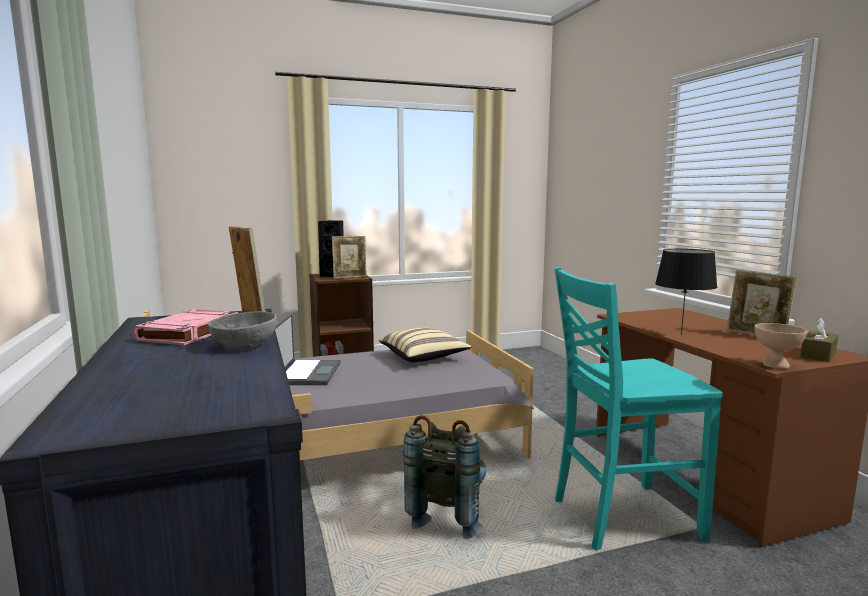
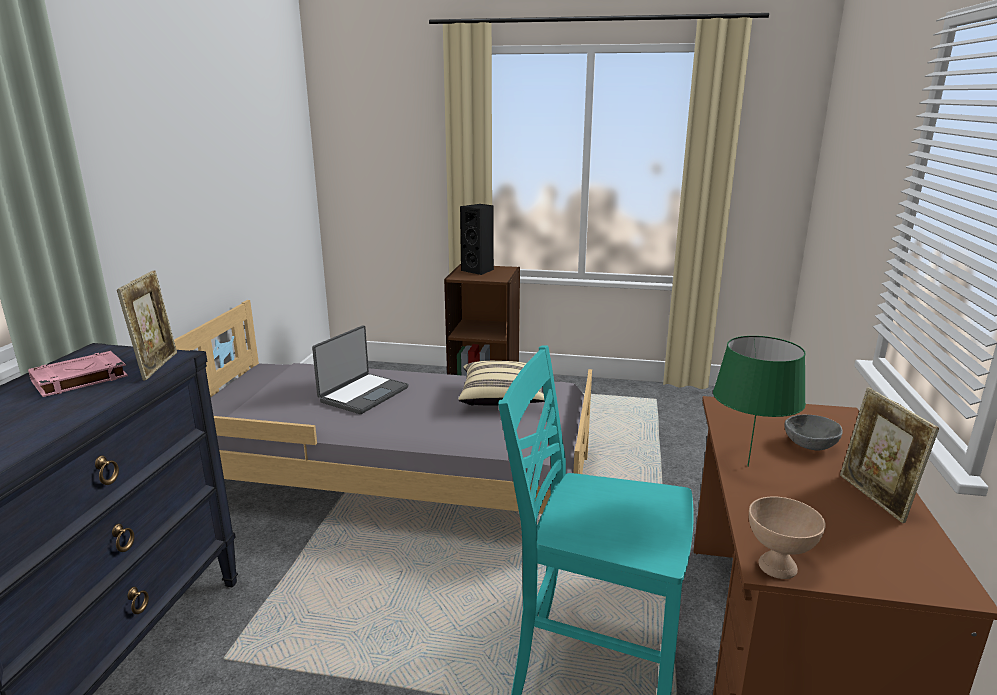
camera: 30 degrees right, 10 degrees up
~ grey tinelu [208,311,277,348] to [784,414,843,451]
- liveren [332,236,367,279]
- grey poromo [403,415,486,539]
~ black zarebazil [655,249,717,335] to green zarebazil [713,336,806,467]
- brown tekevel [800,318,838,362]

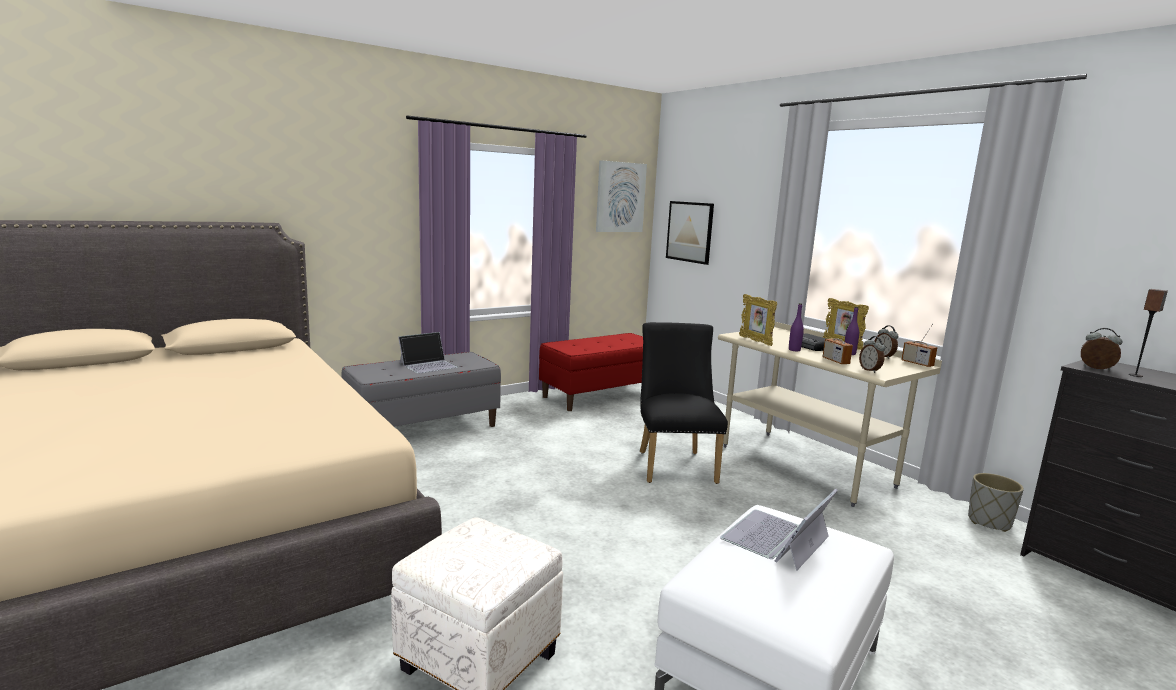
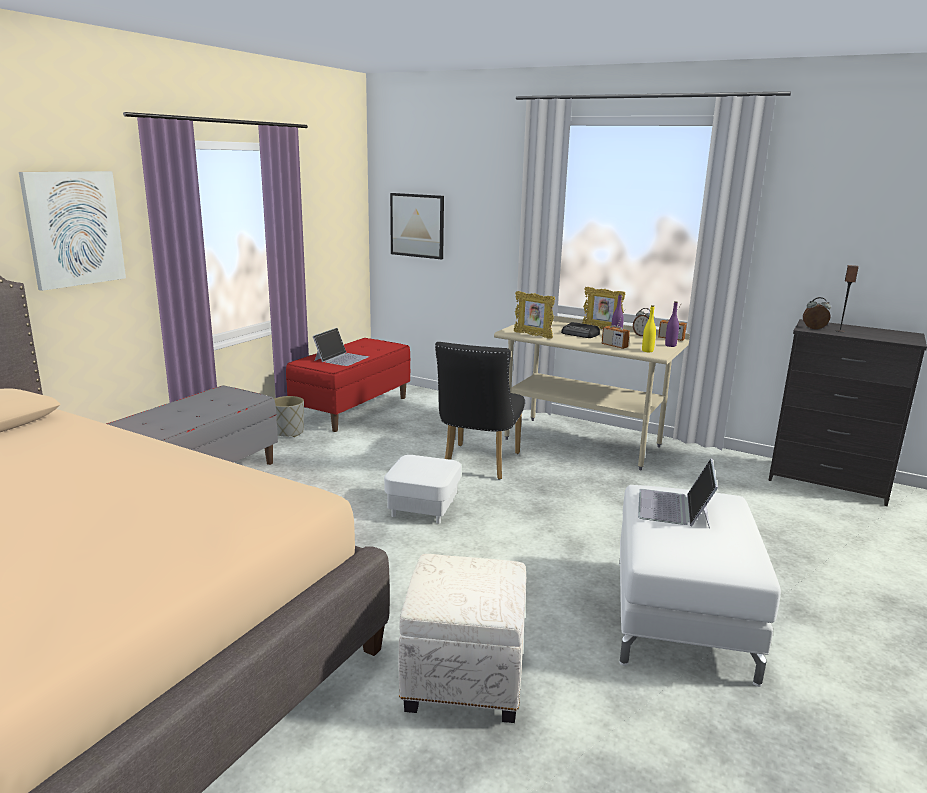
camera: 25 degrees left, 5 degrees up
~ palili [398,332,458,374] to [313,328,369,366]
~ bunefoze [596,160,647,232] to [19,171,126,291]
~ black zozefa [640,322,728,484] = [435,342,525,480] 135 degrees counterclockwise
~ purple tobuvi [789,303,804,351] to [665,301,679,347]
~ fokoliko [859,336,885,373] to yellow tobuvi [642,305,656,352]
~ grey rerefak [968,473,1024,532] to [274,396,304,437]
+ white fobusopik [384,455,461,524]

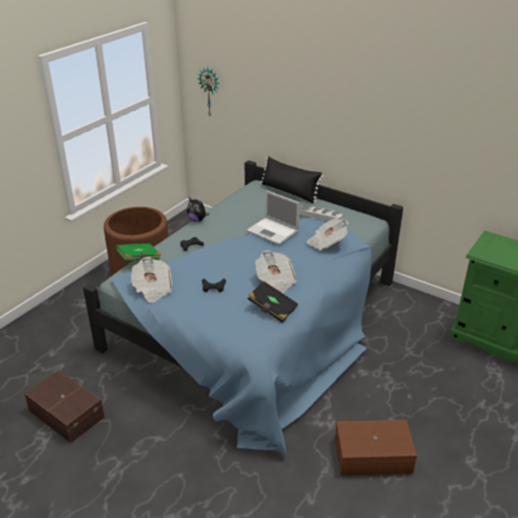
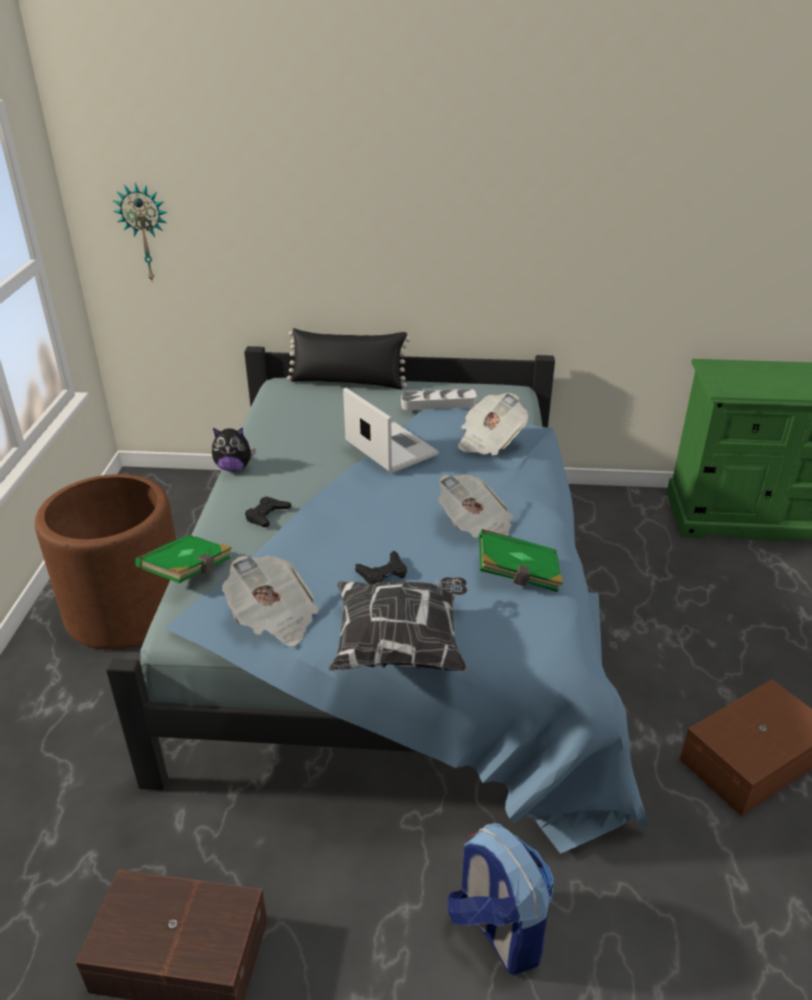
camera: 30 degrees left, 0 degrees up
~ palili [246,190,300,245] = [343,388,439,473] 135 degrees counterclockwise
~ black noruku [248,281,298,323] to green noruku [479,529,563,592]
+ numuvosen [329,577,467,671]
+ poromo [448,823,555,975]

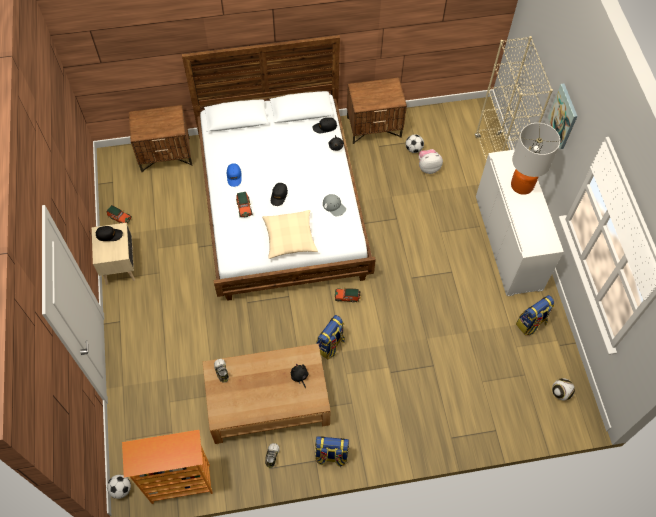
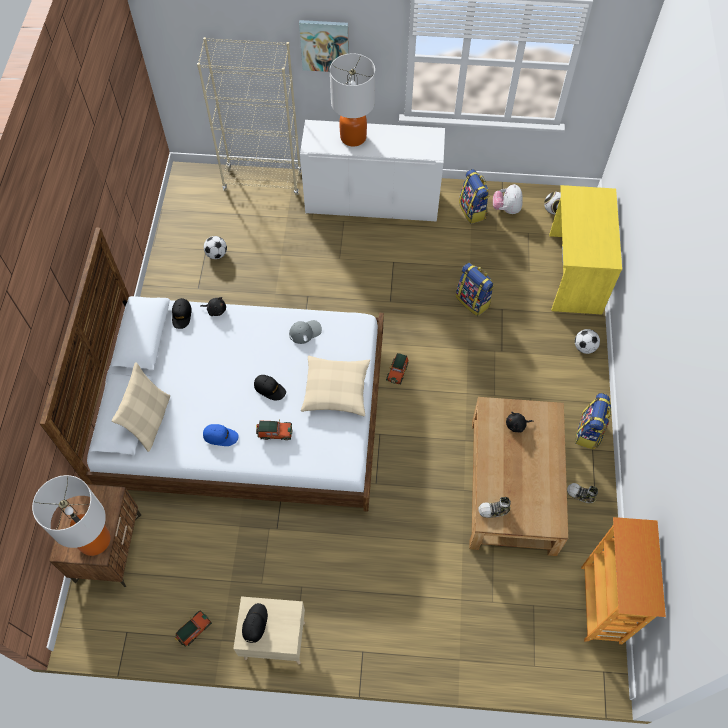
camera: 75 degrees left, 0 degrees up
~ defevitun [107,475,131,499] to [575,329,600,354]
~ poromo [316,315,345,359] to [456,263,494,316]
- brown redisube [347,77,407,144]
~ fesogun [419,149,443,174] to [493,184,523,214]
+ zarebazil [32,475,110,556]
+ beige numuvosen [112,362,170,452]
+ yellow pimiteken [549,185,622,315]

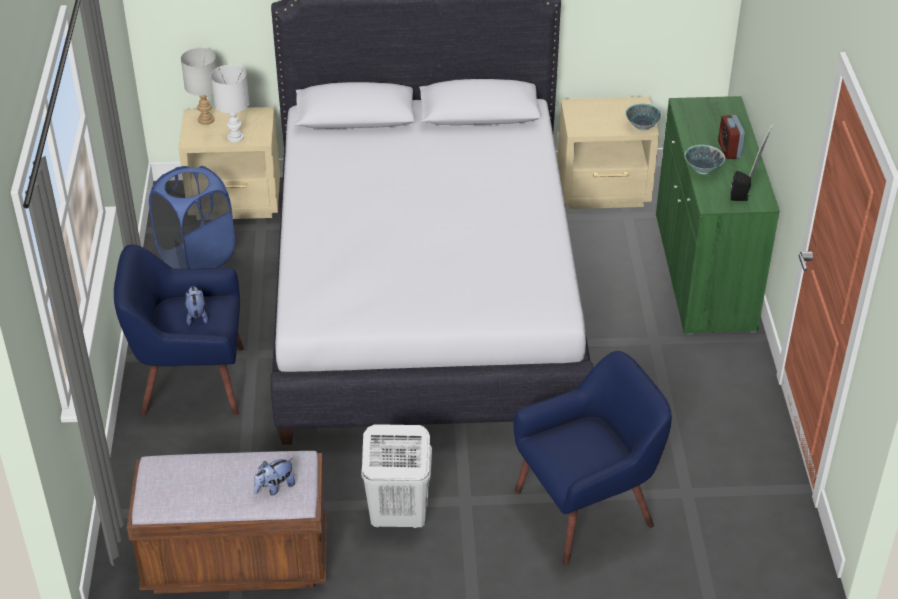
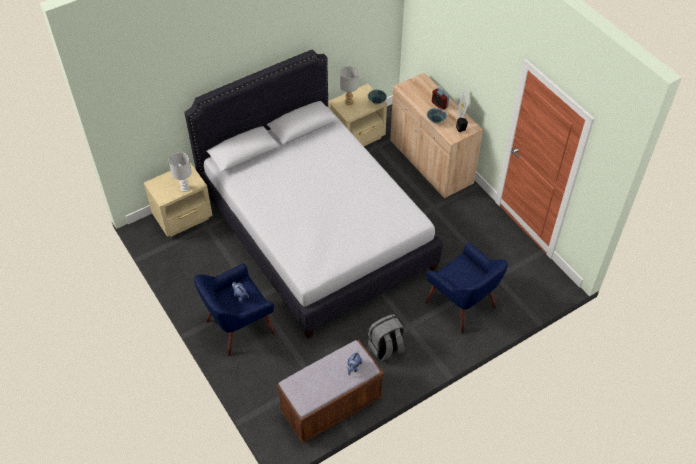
camera: 30 degrees left, 10 degrees up
- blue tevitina [149,166,235,269]
~ grey zarebazil [181,48,217,125] to [340,66,358,105]
~ white tevitina [361,424,432,529] to grey poromo [368,314,405,361]
~ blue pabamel [513,351,672,565] = [425,242,508,334] 105 degrees clockwise
~ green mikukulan [656,96,780,335] to beige mikukulan [390,73,483,198]

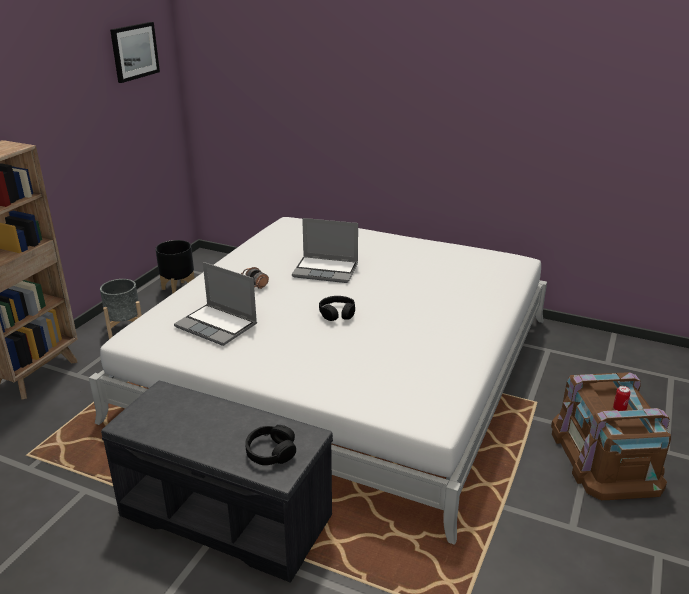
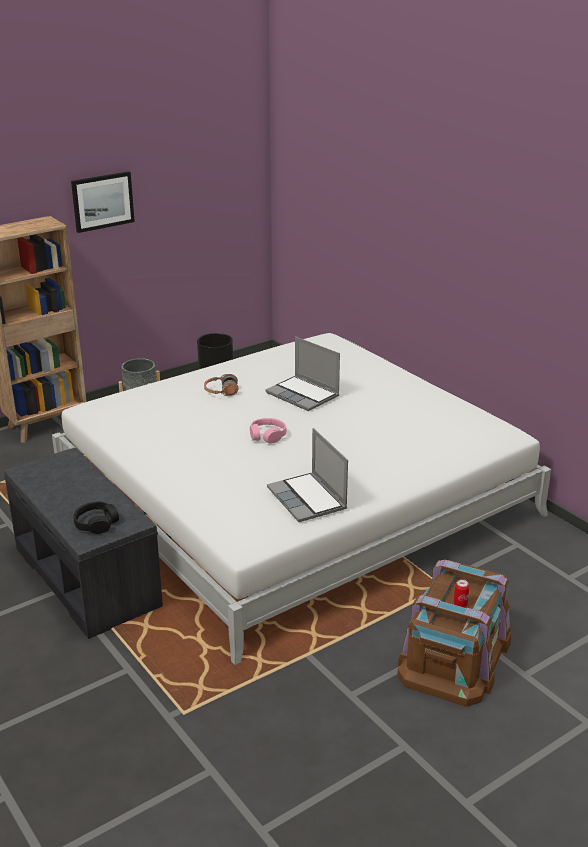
camera: 30 degrees right, 0 degrees up
~ bunefoze [110,22,160,83] to [71,171,135,233]
~ palili [174,262,257,346] to [267,428,348,522]
~ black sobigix [319,296,355,321] to pink sobigix [250,418,287,444]

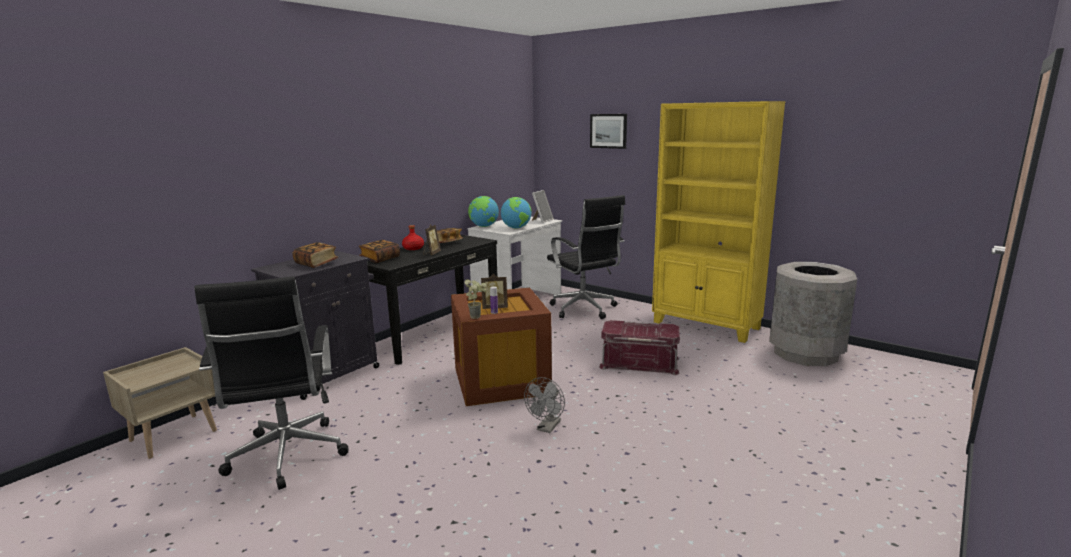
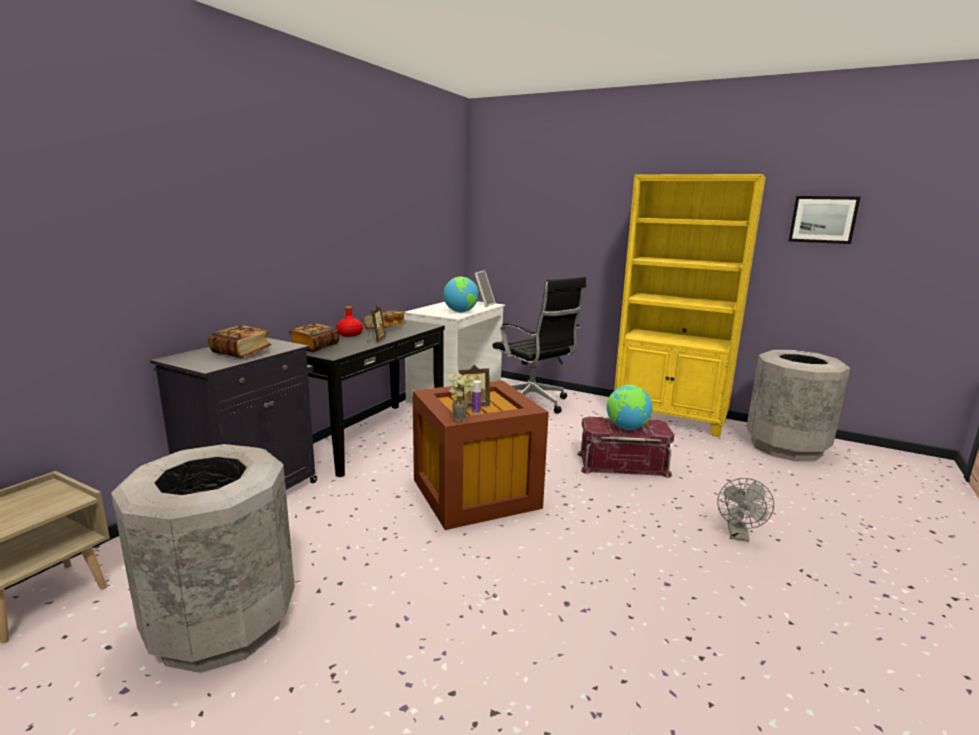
camera: 10 degrees left, 0 degrees up
~ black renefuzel [194,277,348,490] to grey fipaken [111,444,295,673]
~ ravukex [468,196,499,227] to [607,385,652,430]
~ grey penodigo [524,377,565,433] to [717,478,774,542]
~ bunefoze [590,114,627,149] to [789,196,861,244]

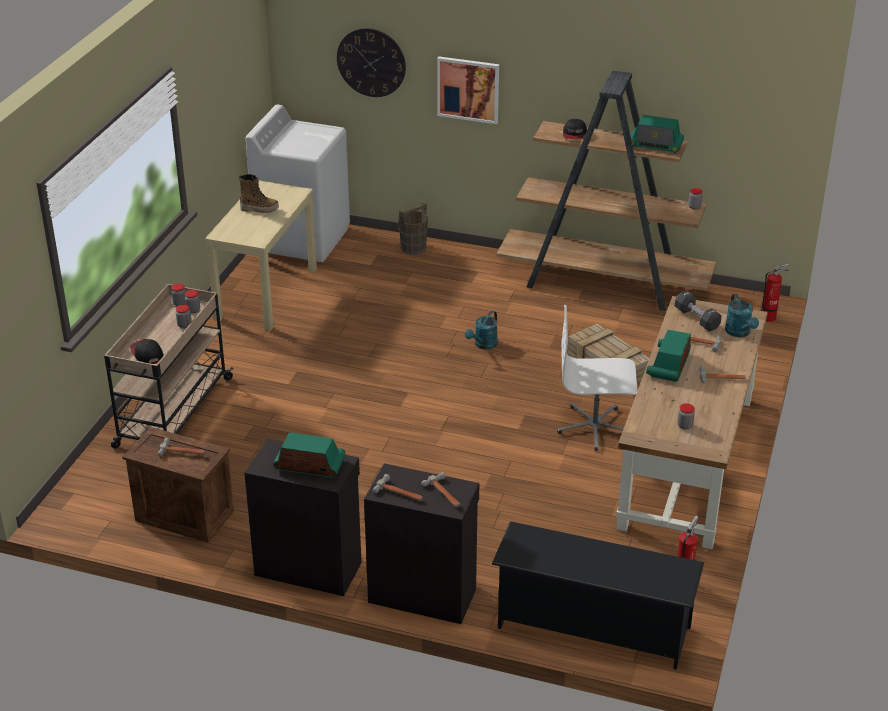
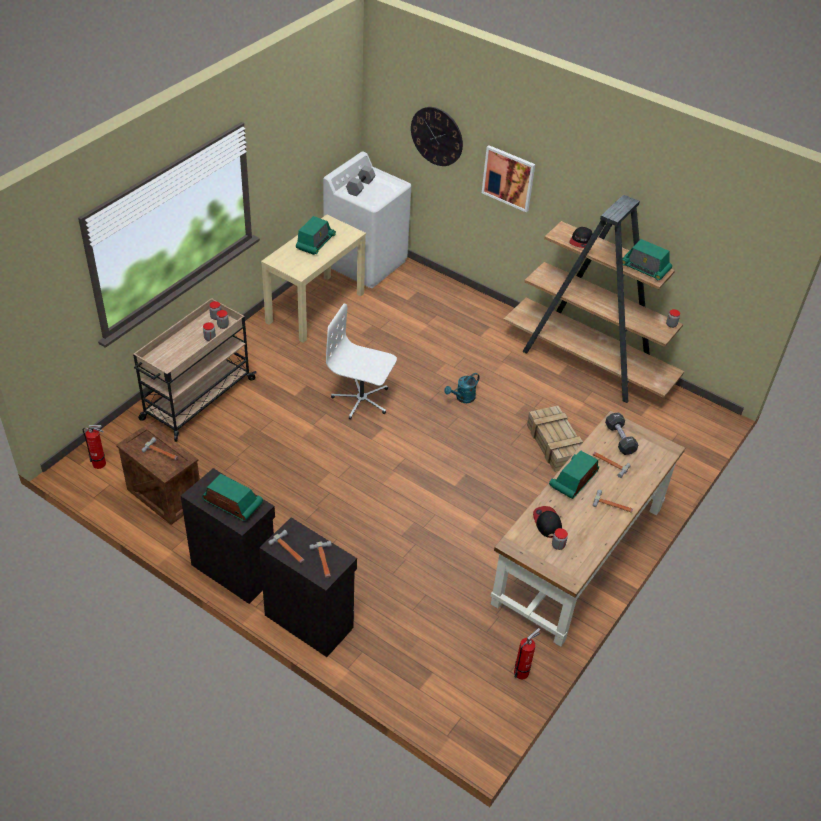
camera: 15 degrees right, 10 degrees up
~ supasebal [130,339,163,364] to [533,506,562,538]
~ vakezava [239,174,279,213] to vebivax [296,216,336,255]
- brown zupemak [398,202,428,255]
- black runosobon [492,521,704,670]
~ white renefuzel [557,305,638,451] to [326,303,397,419]
- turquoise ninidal [725,294,759,337]
~ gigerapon [761,264,789,322] to [83,425,106,469]
+ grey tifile [346,166,376,196]

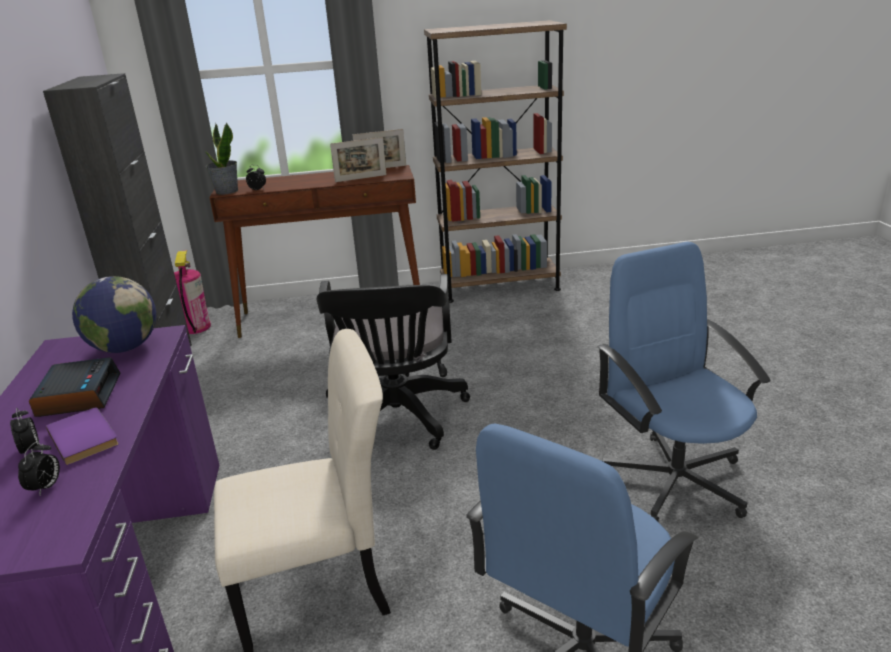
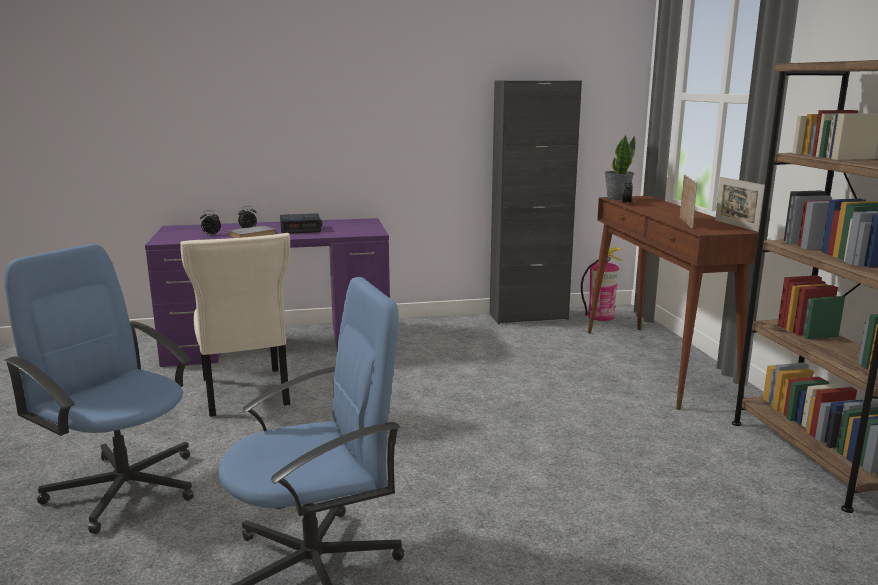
camera: 85 degrees right, 10 degrees down
~ purple noruku [46,407,119,466] to grey noruku [227,225,276,238]
- ravukex [72,276,156,353]
- black renefuzel [317,274,470,450]
~ liveren [330,137,387,182] = [680,174,697,228] 150 degrees counterclockwise

